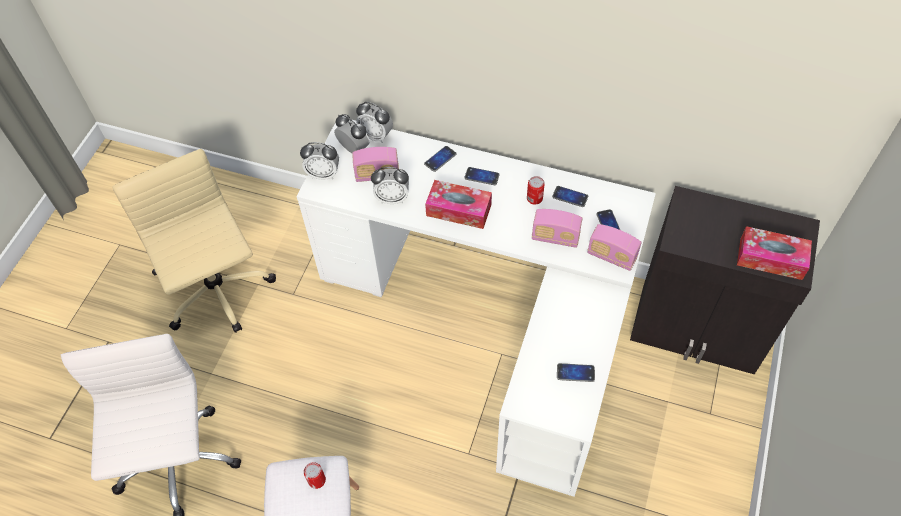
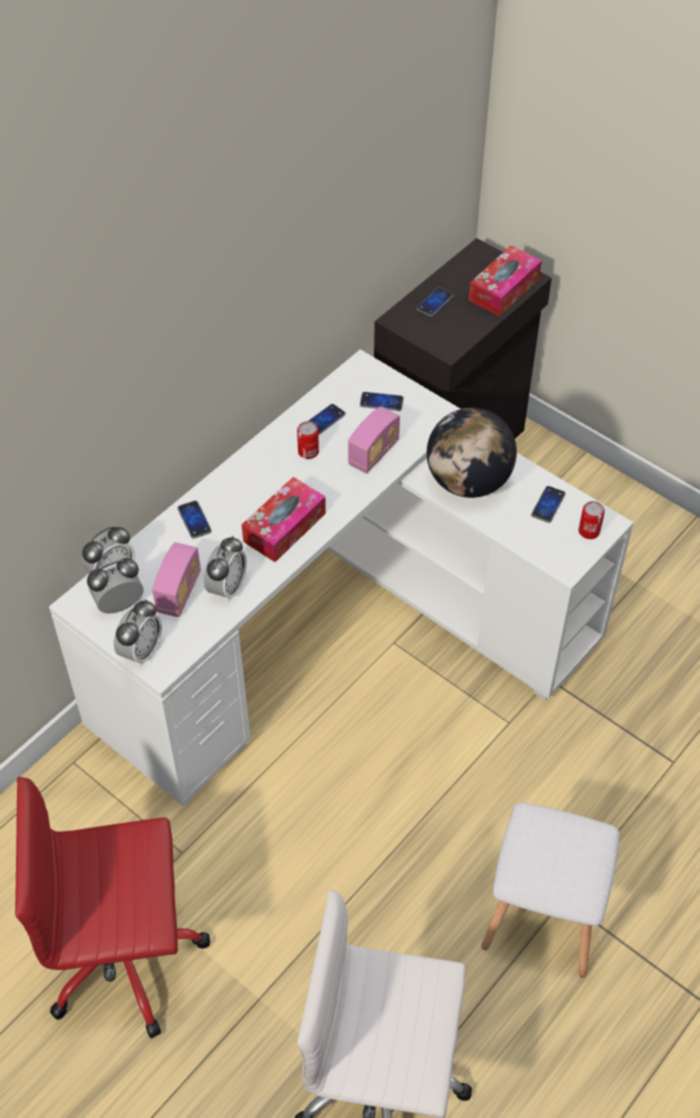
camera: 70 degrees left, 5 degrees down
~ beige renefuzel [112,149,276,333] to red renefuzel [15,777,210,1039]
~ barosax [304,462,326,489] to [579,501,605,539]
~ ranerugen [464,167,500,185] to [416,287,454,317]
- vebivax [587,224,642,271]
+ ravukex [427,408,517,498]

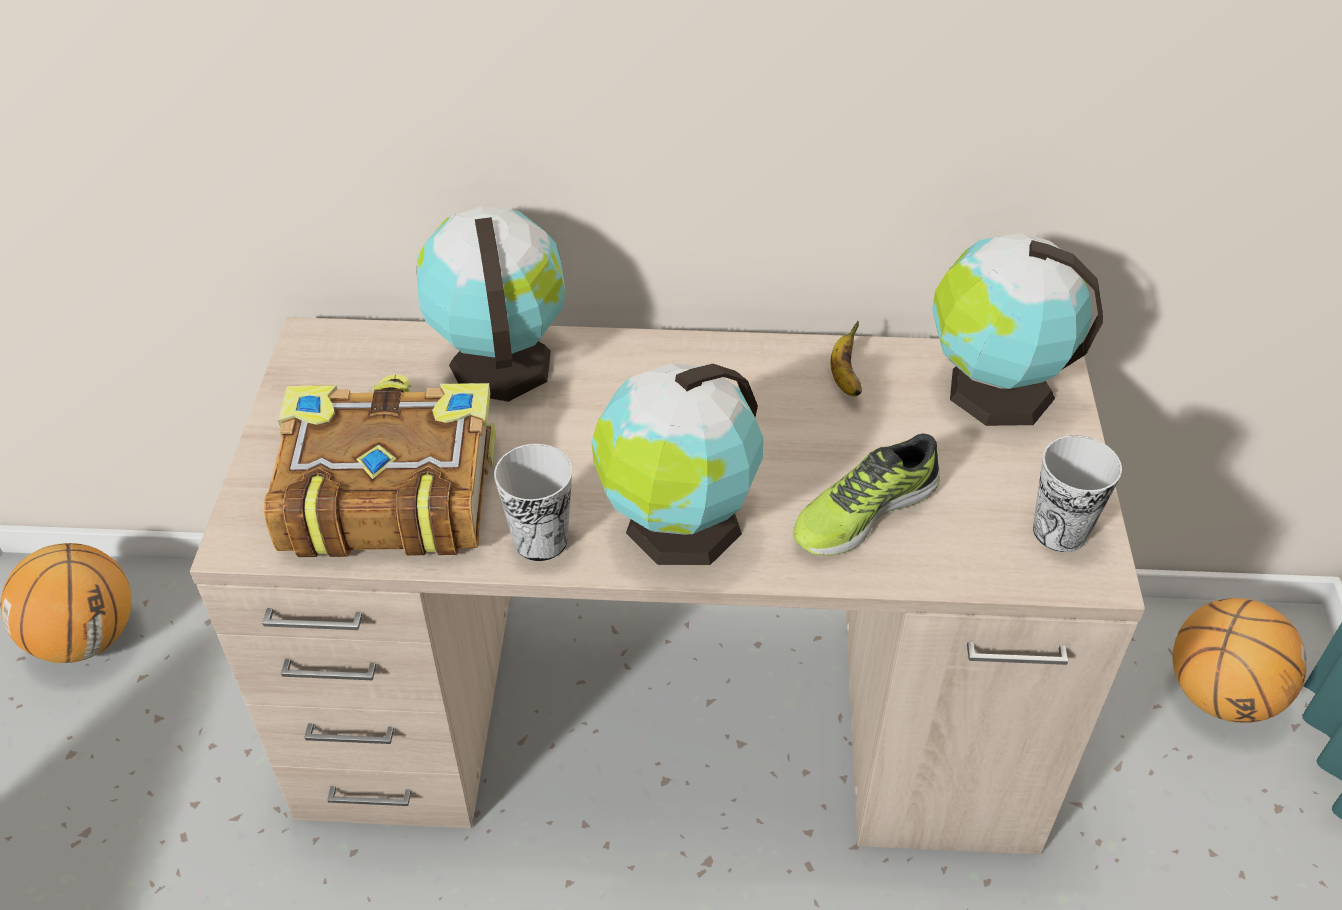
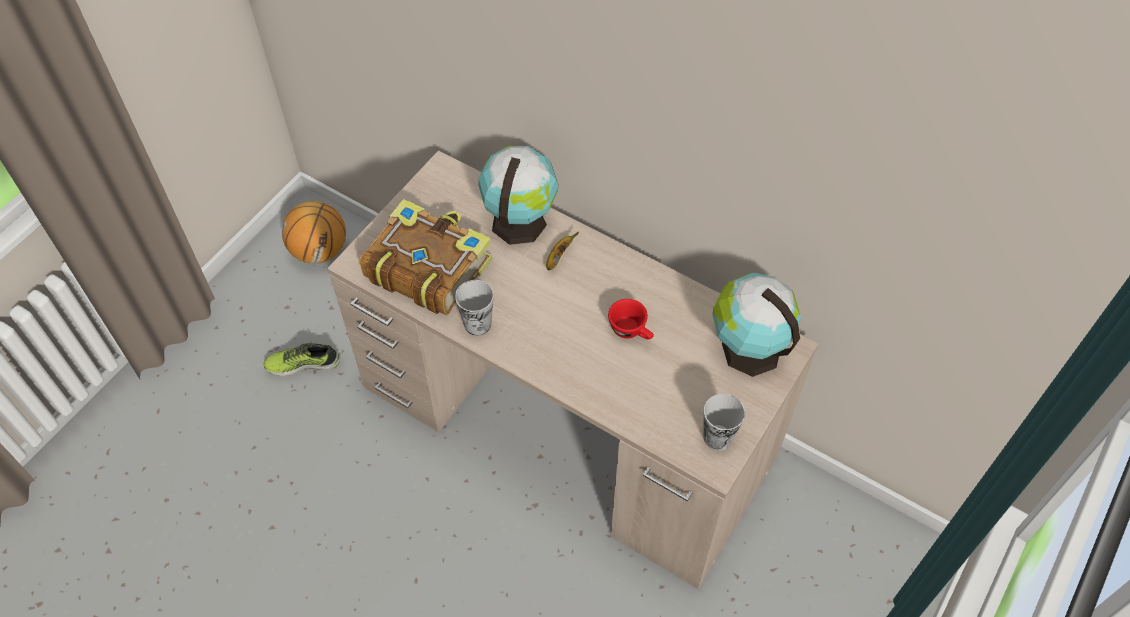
camera: 30 degrees right, 10 degrees up
- ravukex [591,363,763,565]
~ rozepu [793,434,940,556] to [263,343,340,376]
~ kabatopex [831,321,862,396] to [546,231,579,270]
- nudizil [1172,598,1307,723]
+ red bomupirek [608,299,654,340]

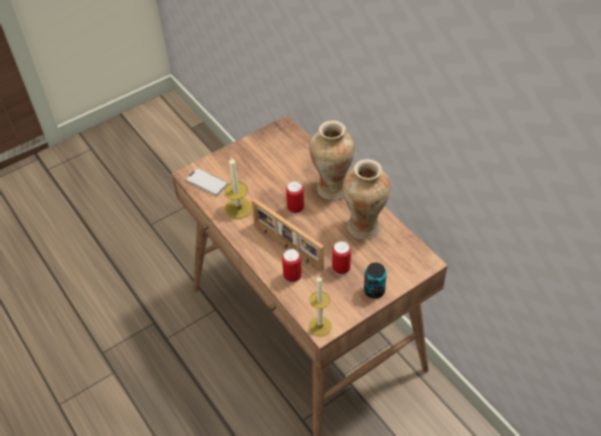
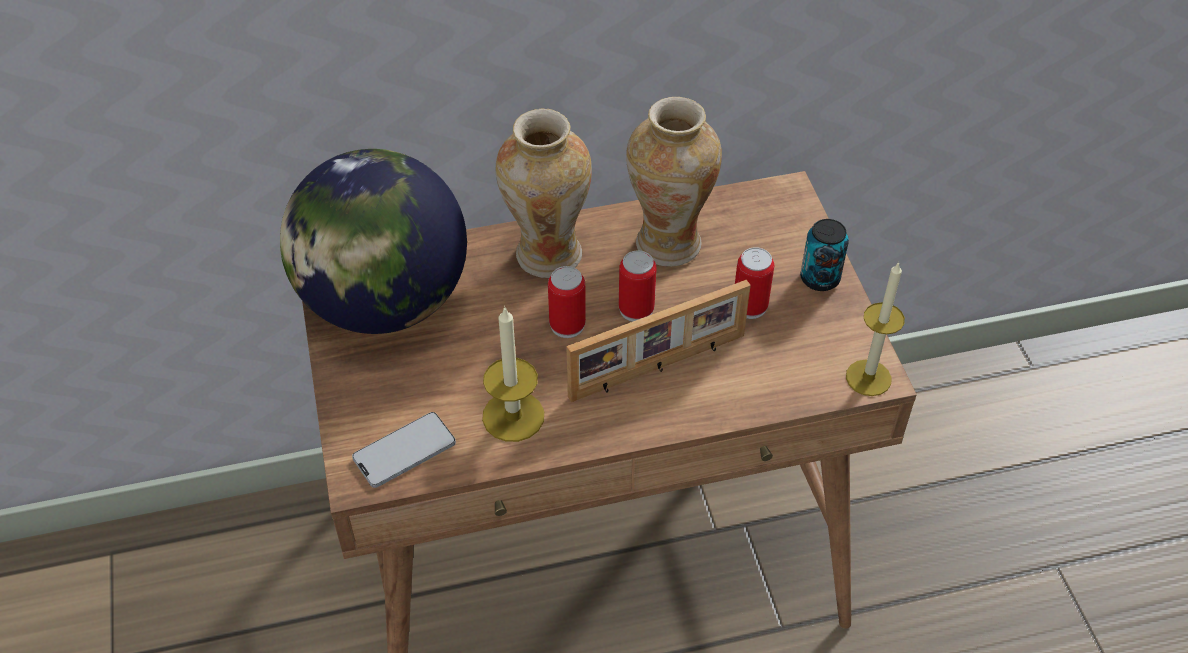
camera: 70 degrees left, 0 degrees up
~ barosax [282,249,302,283] to [619,251,657,322]
+ ravukex [280,149,467,334]

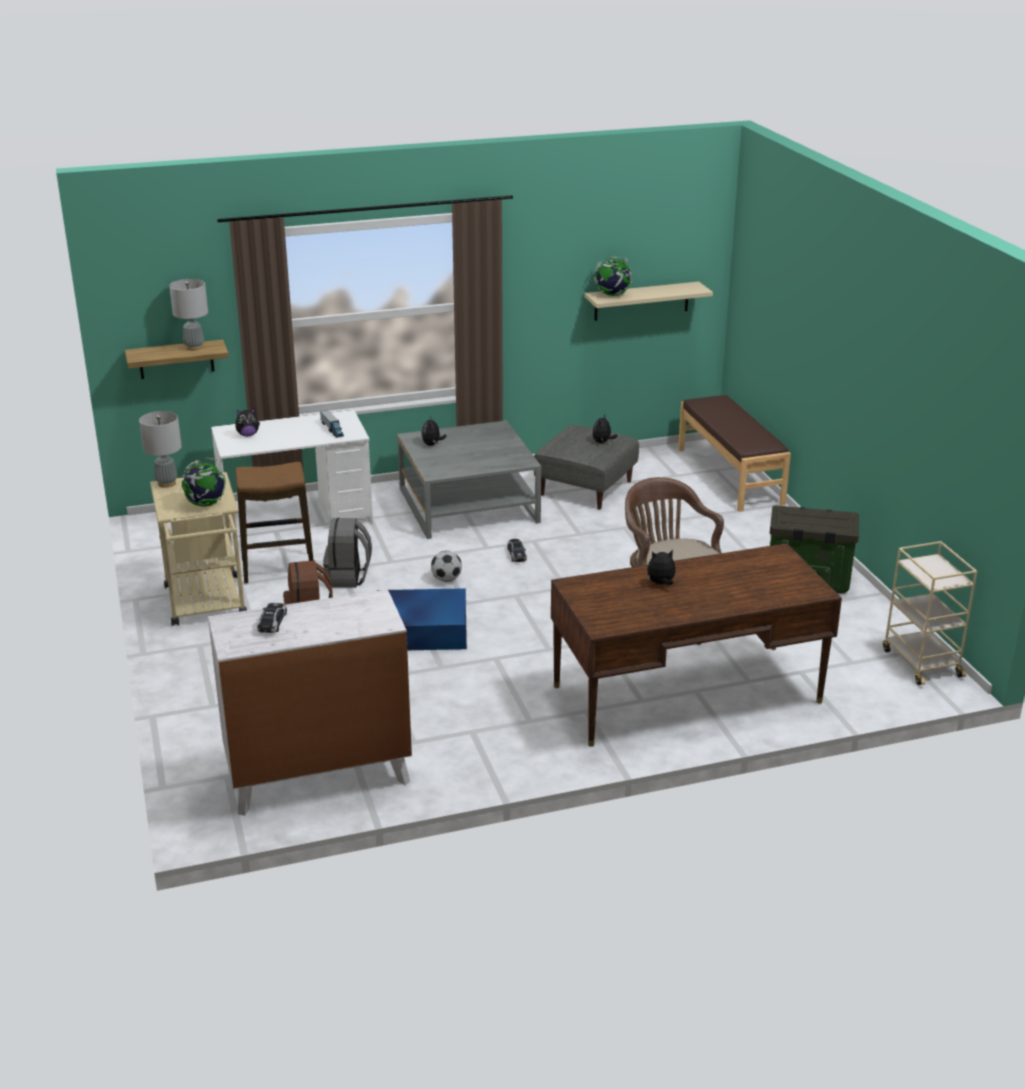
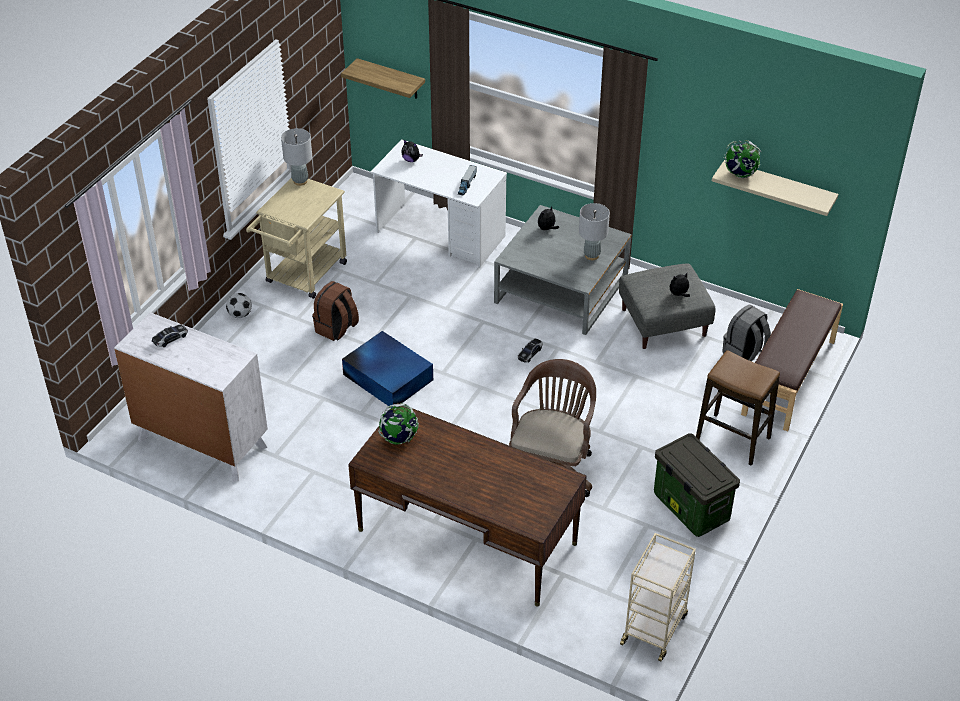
camera: 45 degrees right, 15 degrees up
~ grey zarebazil [169,279,208,351] to [579,203,610,260]
~ ravukex [182,458,226,507] to [378,403,419,445]
~ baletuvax [235,462,313,583] to [696,350,780,466]
~ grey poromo [323,518,372,587] to [722,305,771,361]
~ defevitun [431,551,462,582] to [226,293,252,318]
- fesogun [647,550,676,585]

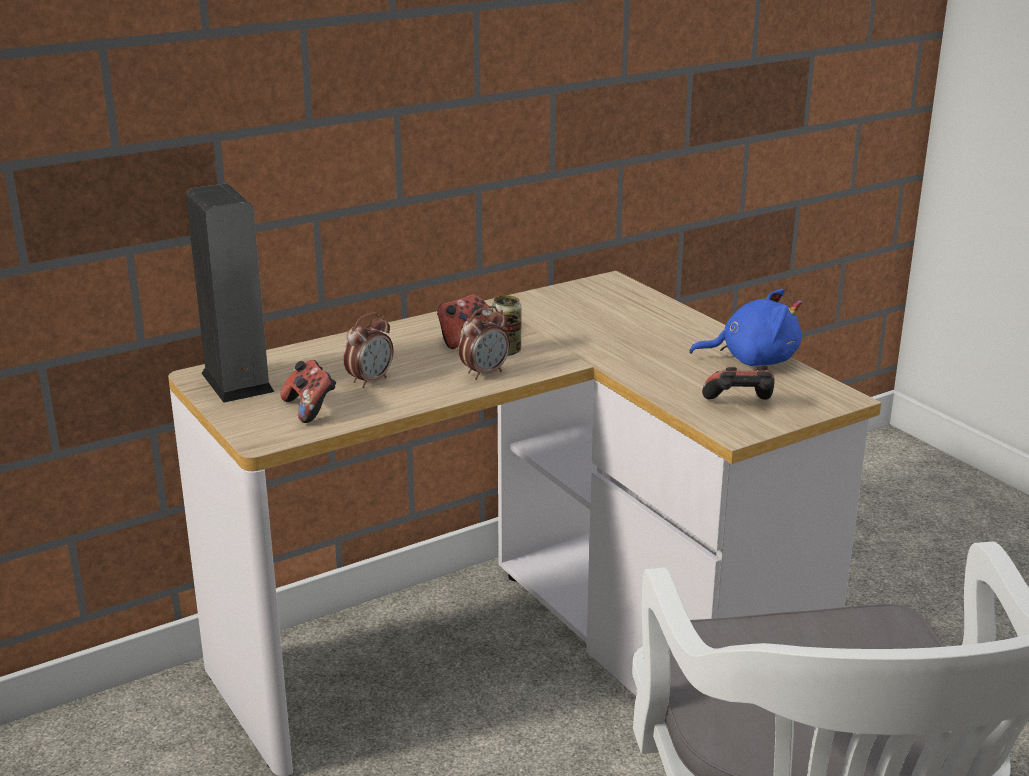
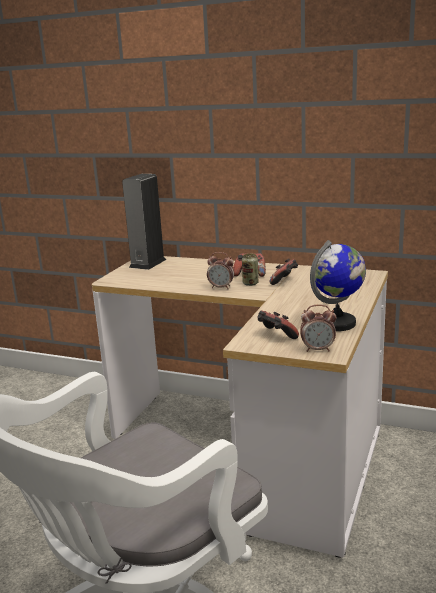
camera: 55 degrees right, 5 degrees down
~ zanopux [281,360,336,423] to [270,259,298,285]
~ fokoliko [343,312,394,388] to [300,305,336,352]
~ blue fesogun [689,289,802,366] to ravukex [310,240,366,331]

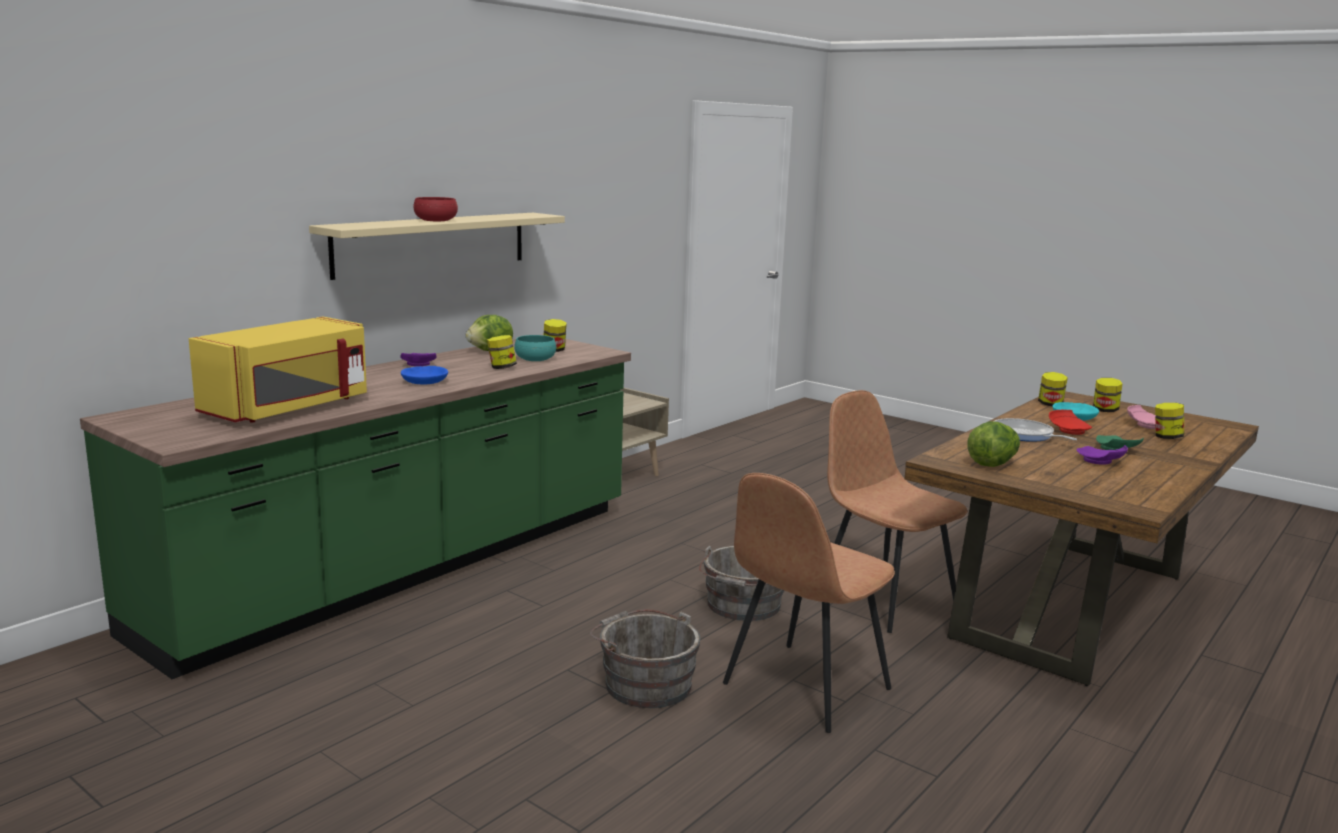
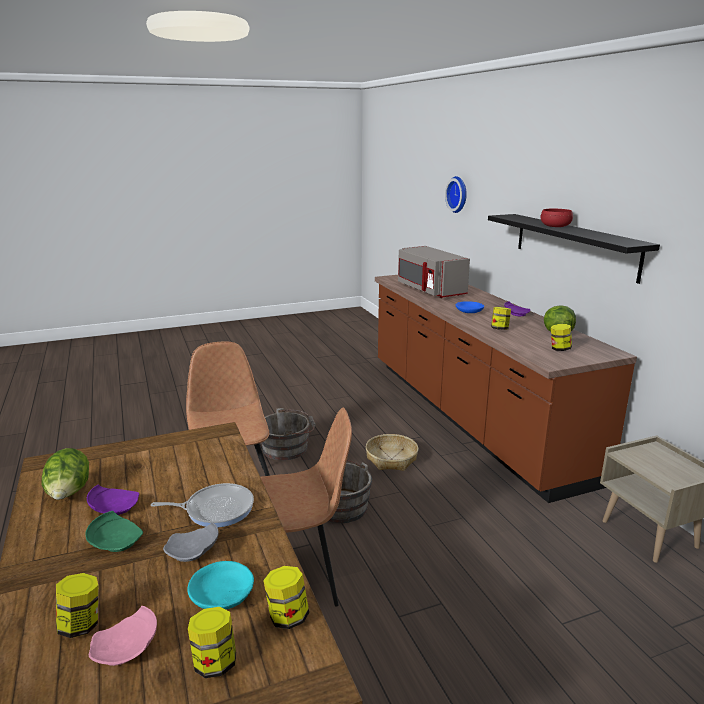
camera: 120 degrees right, 5 degrees up
~ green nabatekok [80,334,631,679] to brown nabatekok [375,275,637,503]
~ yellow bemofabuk [189,317,367,422] to grey bemofabuk [398,246,470,298]
~ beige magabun [309,213,565,280] to black magabun [488,214,660,284]
- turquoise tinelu [514,335,556,361]
~ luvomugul [967,421,1020,467] to [41,448,89,500]
~ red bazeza [1049,410,1092,435] to grey bazeza [163,522,218,562]
+ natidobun [366,434,419,471]
+ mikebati [445,176,467,213]

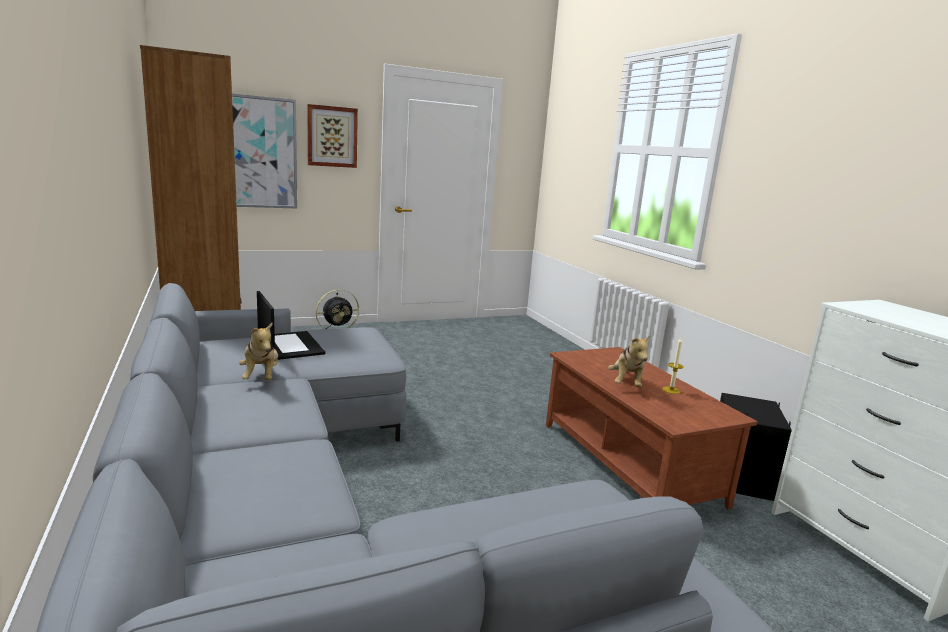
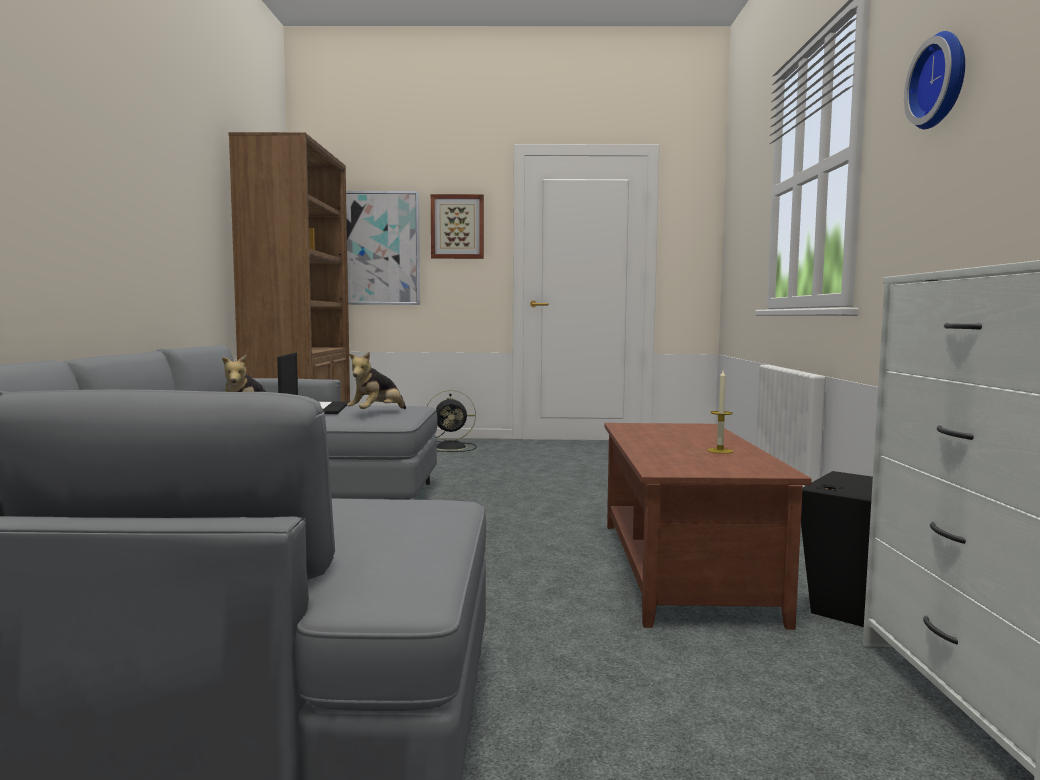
camera: 25 degrees right, 10 degrees down
~ fesogun [608,335,651,388] to [347,352,406,409]
+ mikebati [904,31,965,129]

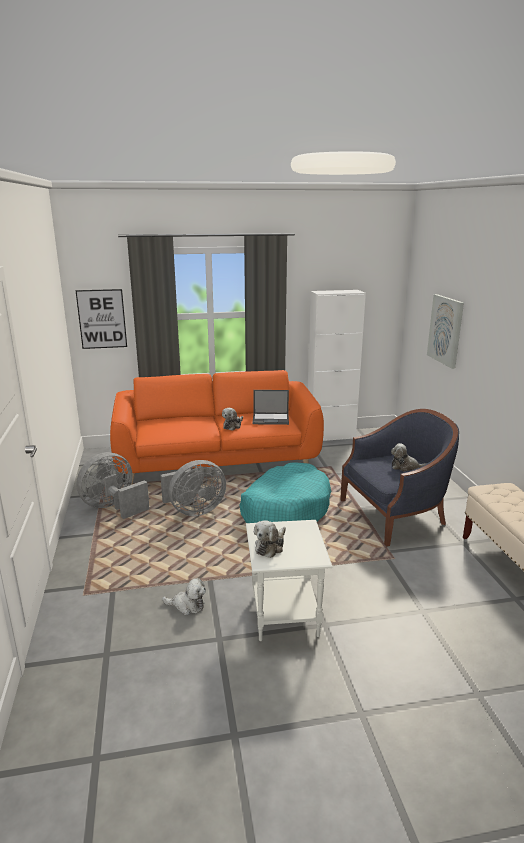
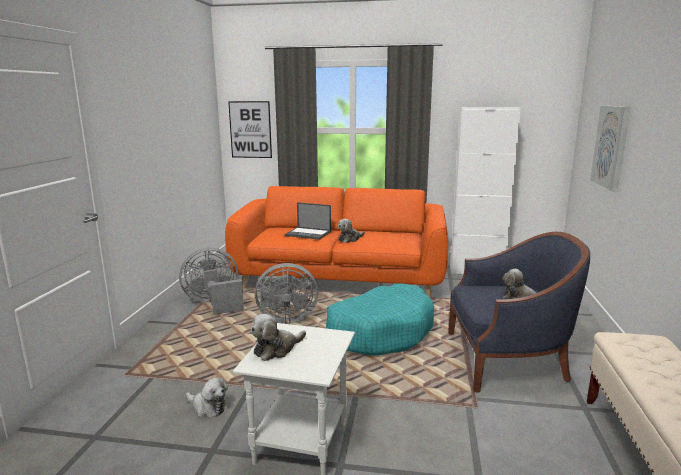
camera: 20 degrees right, 5 degrees down
~ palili [253,390,289,425] to [285,202,331,240]

